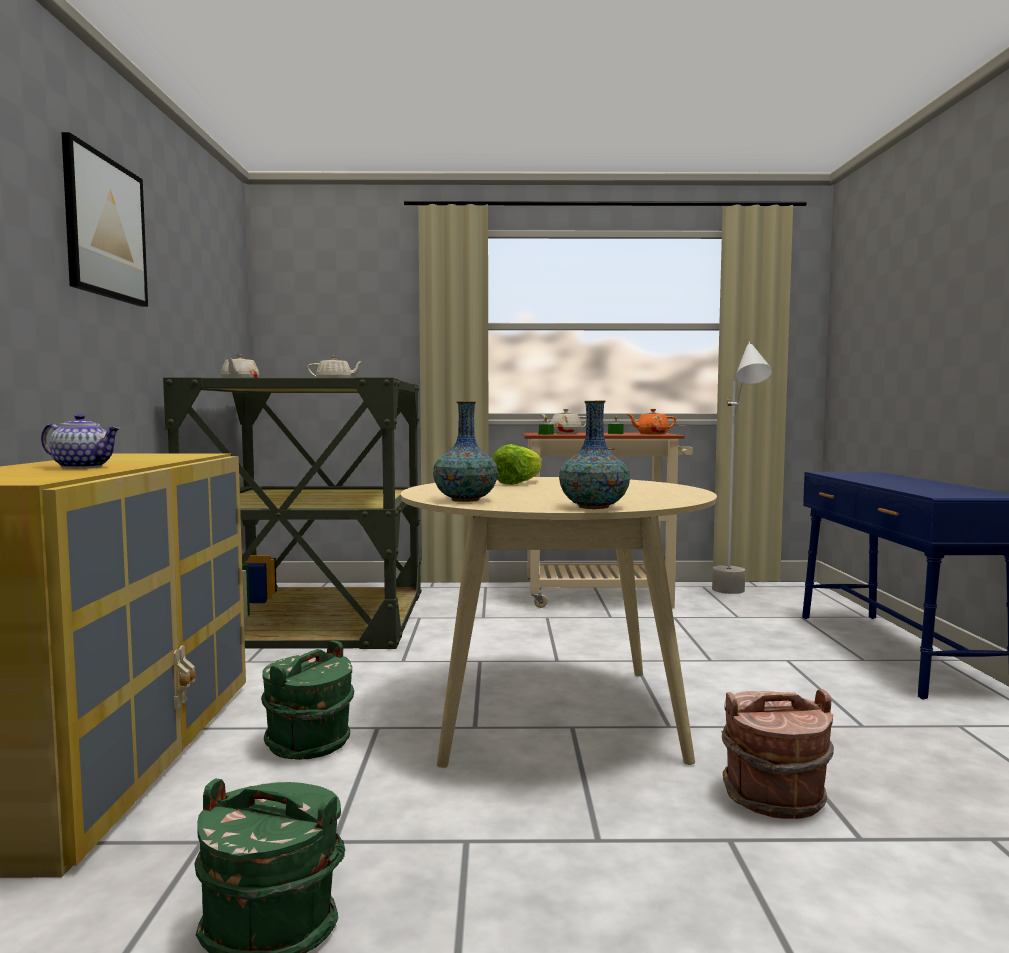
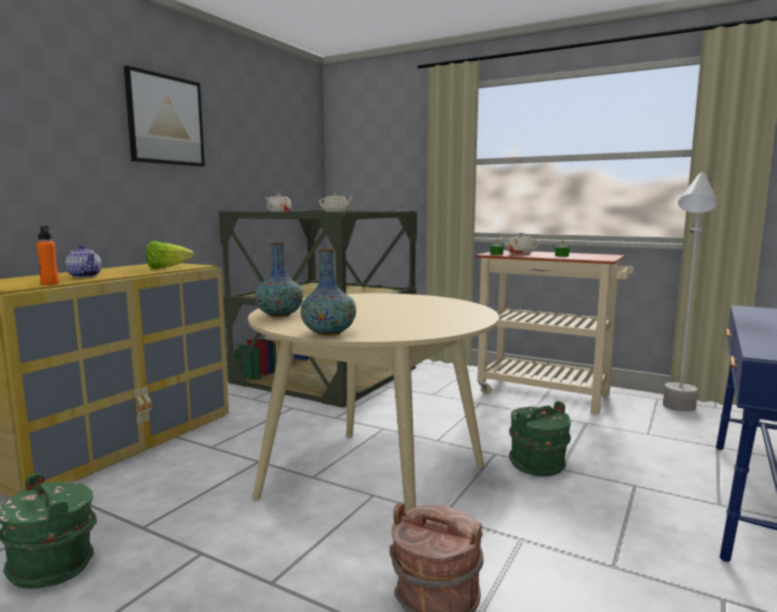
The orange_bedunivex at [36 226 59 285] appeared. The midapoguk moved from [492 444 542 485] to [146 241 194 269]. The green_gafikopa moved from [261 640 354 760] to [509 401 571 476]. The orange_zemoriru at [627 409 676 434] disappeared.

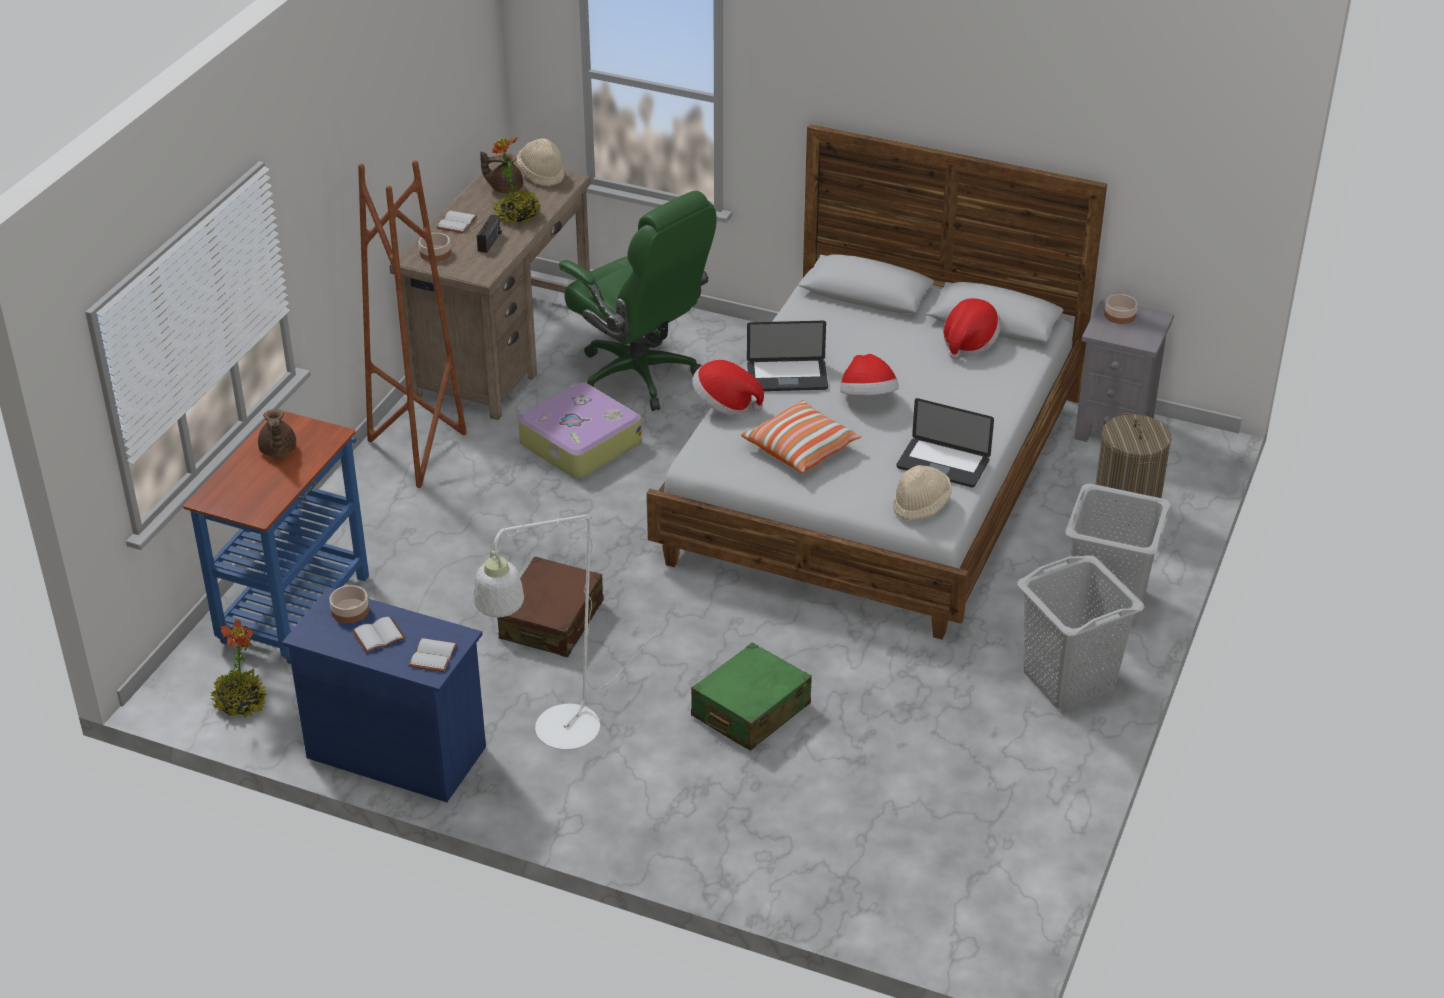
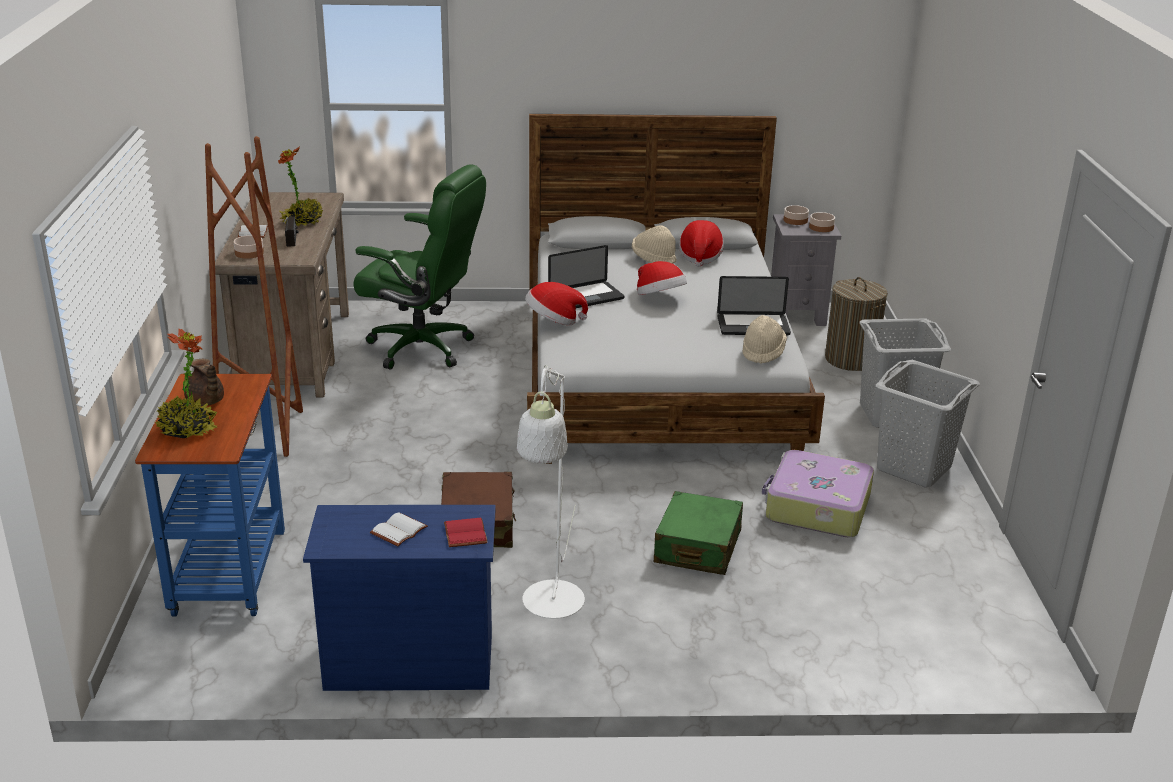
The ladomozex moved from [210 619 267 718] to [155 329 217 438]. The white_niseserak at [408 638 458 672] became the red_niseserak at [444 518 488 547]. The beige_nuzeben moved from [516 139 565 186] to [632 225 677 264]. The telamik moved from [518 382 642 479] to [762 450 874 537]. The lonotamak moved from [329 585 369 623] to [809 212 835 232]. The brown_zemoriru at [480 151 523 194] disappeared. The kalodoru at [741 400 862 473] disappeared.

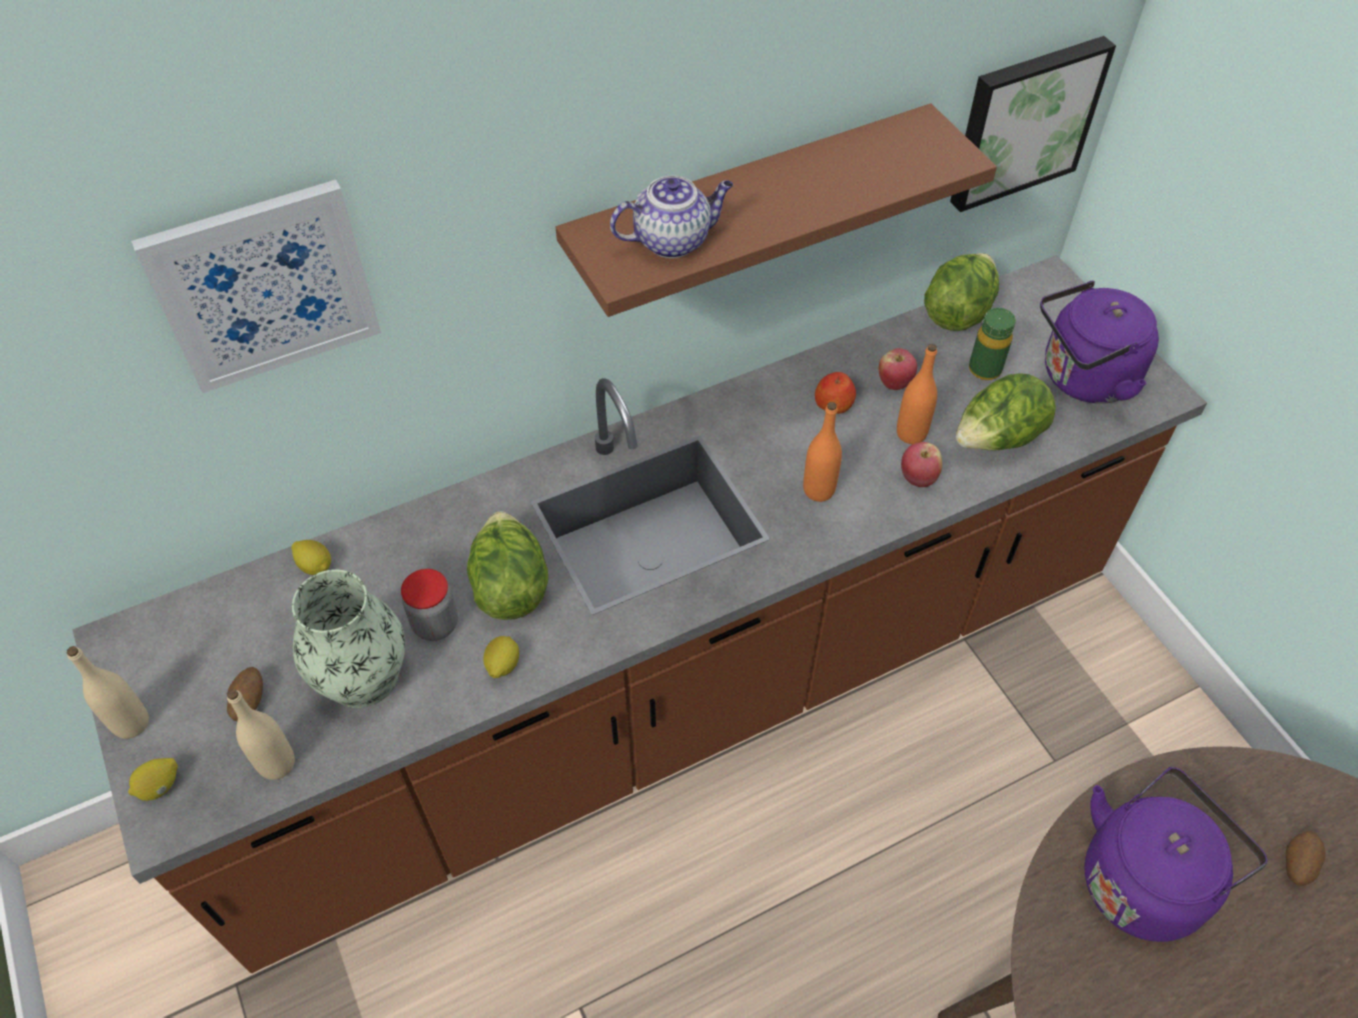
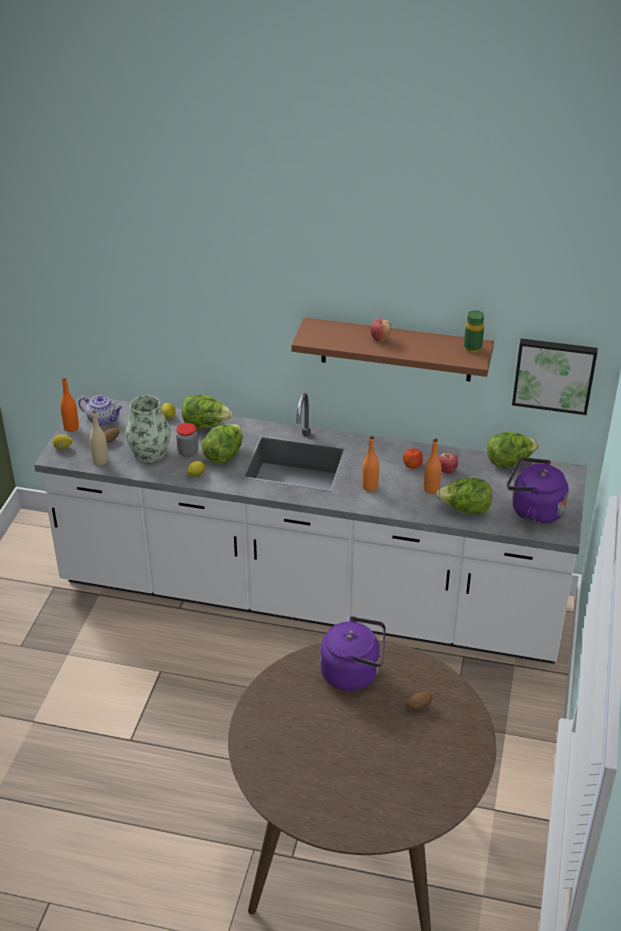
The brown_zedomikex at [72 255 1207 973] became the white_zedomikex at [34 393 587 664]. The beige_bedunivex at [67 646 149 739] became the orange_bedunivex at [60 378 79 432]. The zemoriru moved from [610 175 733 258] to [78 395 123 426]. The midapoguk at [182 395 233 429] appeared. The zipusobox moved from [901 442 942 487] to [370 318 391 342]. The green_bedunivex moved from [969 308 1016 380] to [464 310 484 352]. The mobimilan at [131 180 381 393] disappeared.

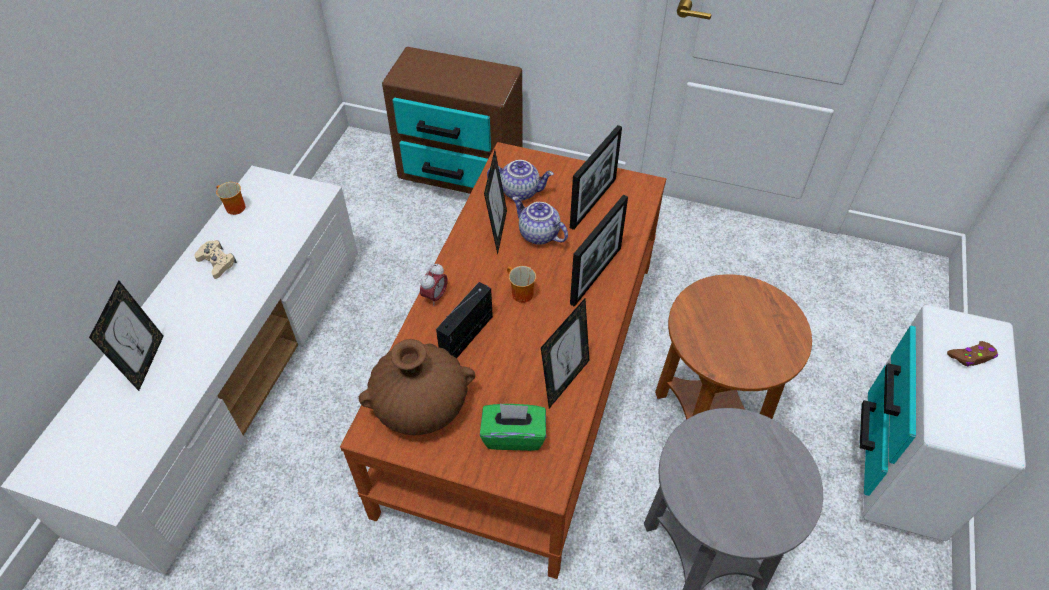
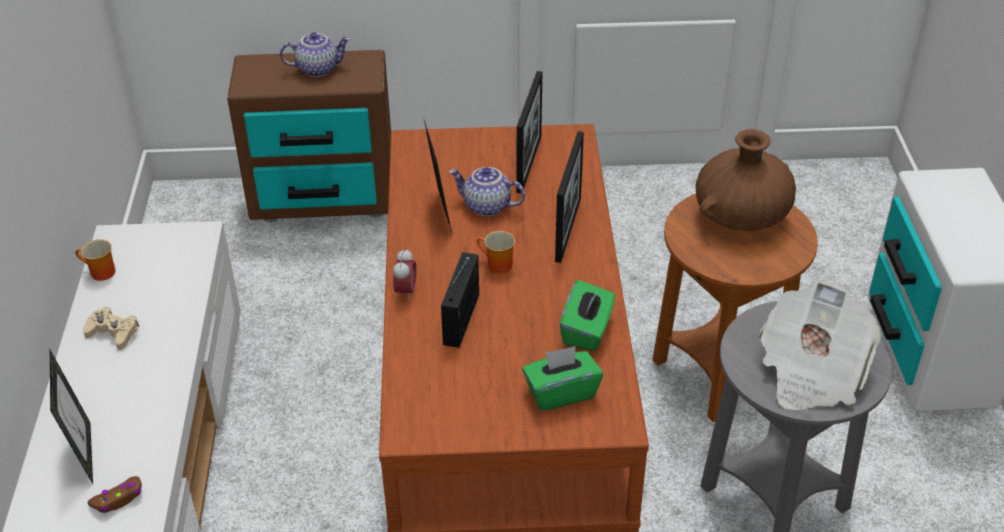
The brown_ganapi moved from [947 341 998 366] to [87 476 142 513]. The zemoriru moved from [487 160 554 201] to [280 32 350 77]. The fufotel at [541 298 589 408] was replaced by the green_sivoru at [560 280 615 351]. The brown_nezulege moved from [359 339 475 435] to [696 129 796 231]. The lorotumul at [759 281 881 410] appeared.

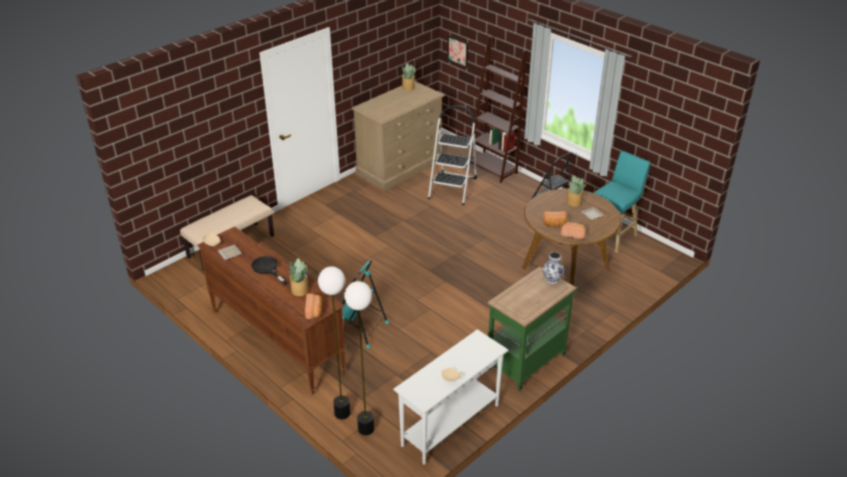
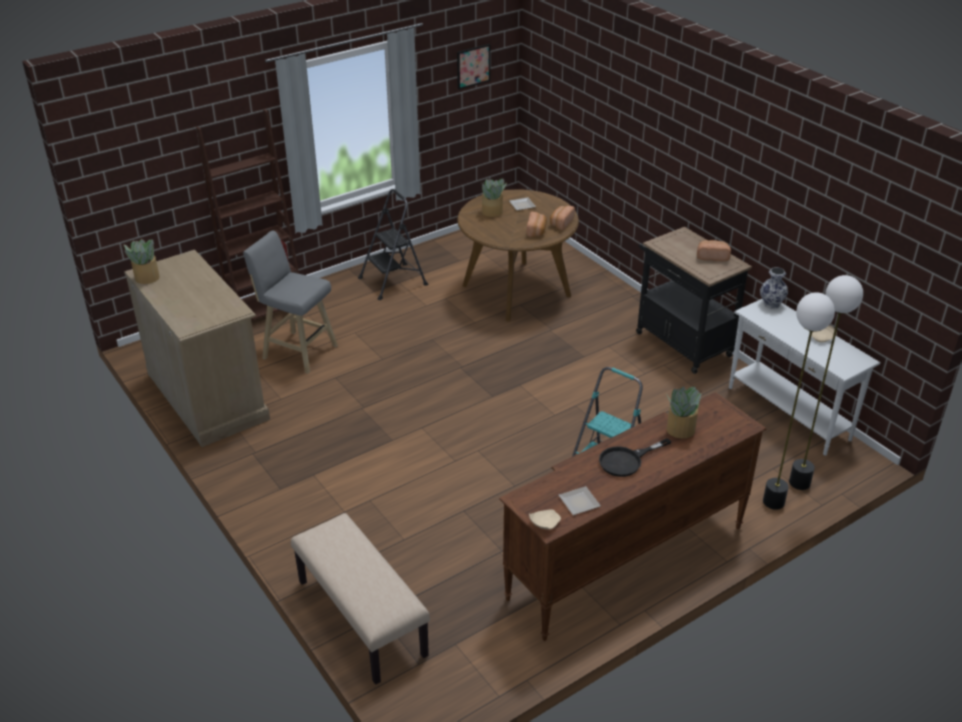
The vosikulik at [428 105 477 205] was replaced by the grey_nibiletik at [243 231 338 374]. The mobimilan moved from [448 35 468 68] to [457 44 490 90]. The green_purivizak at [488 266 578 391] became the black_purivizak at [636 227 752 374]. The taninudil moved from [305 293 323 319] to [697 240 731 261]. The nezulege moved from [542 252 564 284] to [760 267 788 309]. The turquoise_nibiletik at [594 151 651 253] disappeared.

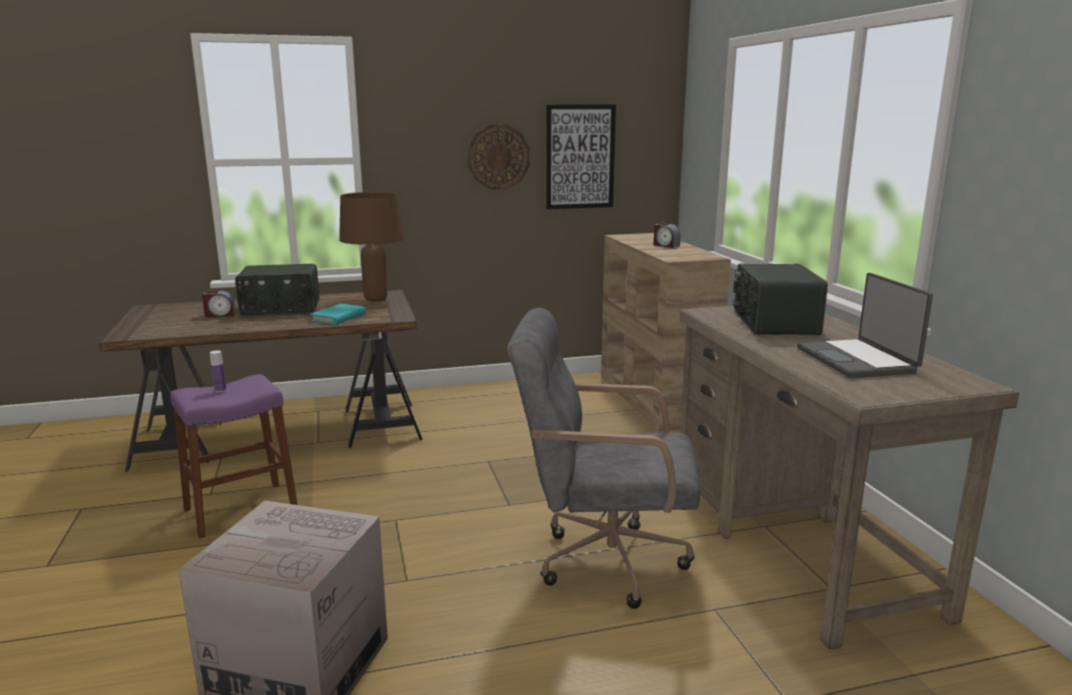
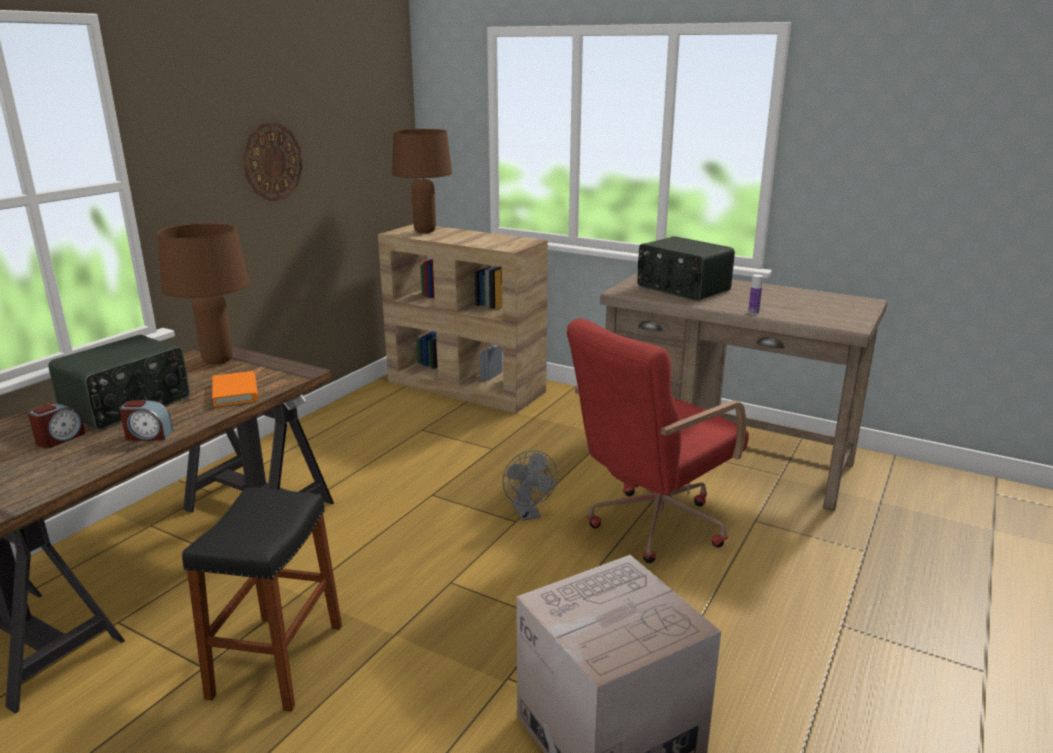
The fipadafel moved from [654 222 681 248] to [119 400 173 441]. The purple_nibiletik at [170 374 298 538] became the black_nibiletik at [182 487 342 712]. The turquoise_niseserak at [310 304 366 325] became the orange_niseserak at [212 371 258 407]. The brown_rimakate at [392 129 452 233] appeared. The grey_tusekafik at [502 450 558 521] appeared. The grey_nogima at [507 308 700 609] became the red_nogima at [567 318 749 563]. The bedunivex moved from [210 350 226 392] to [748 274 763 314]. The mobimilan at [546 104 616 209] disappeared. The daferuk at [797 273 933 378] disappeared.

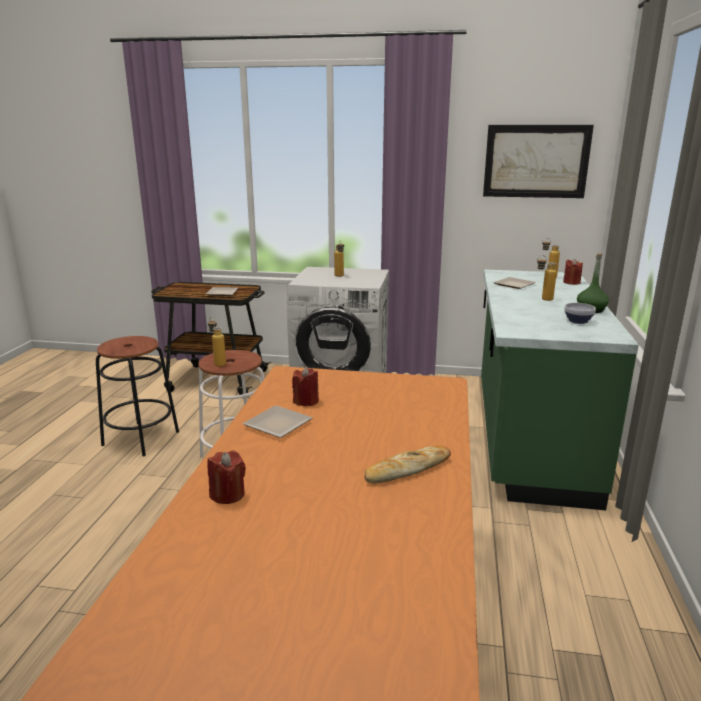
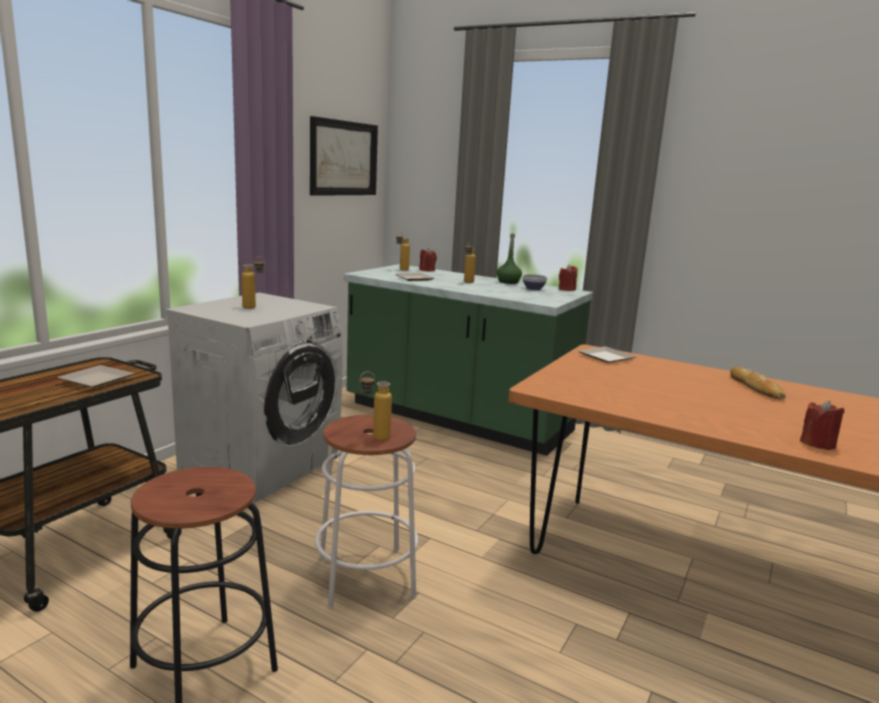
The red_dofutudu moved from [292 367 319 406] to [559 265 577 291]. The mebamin moved from [242 405 313 438] to [578 346 636 363].

